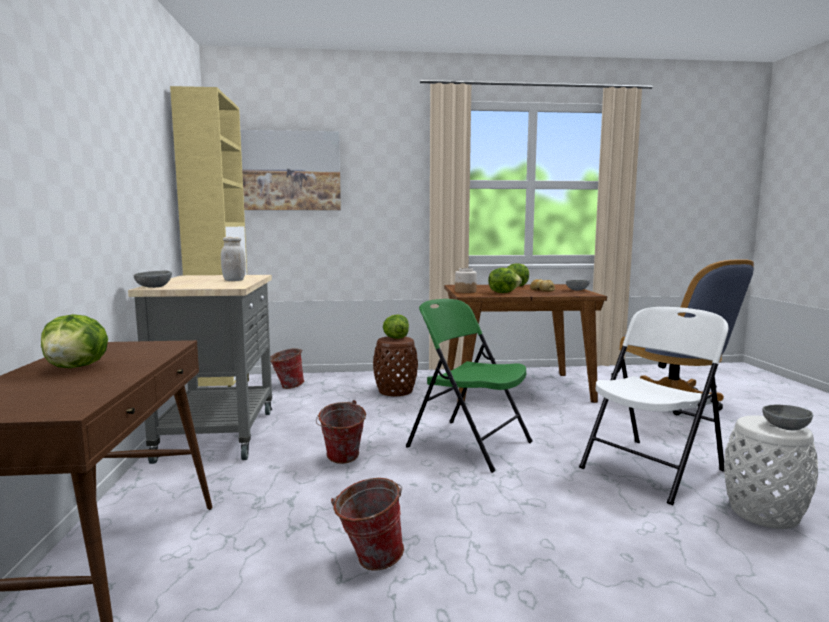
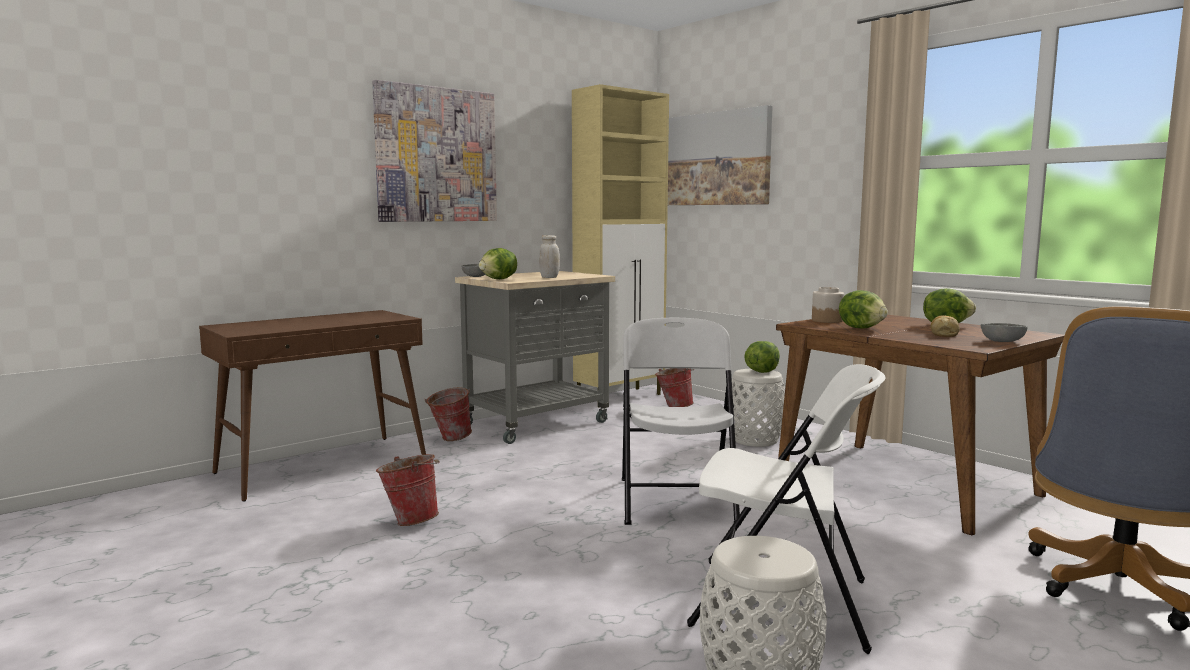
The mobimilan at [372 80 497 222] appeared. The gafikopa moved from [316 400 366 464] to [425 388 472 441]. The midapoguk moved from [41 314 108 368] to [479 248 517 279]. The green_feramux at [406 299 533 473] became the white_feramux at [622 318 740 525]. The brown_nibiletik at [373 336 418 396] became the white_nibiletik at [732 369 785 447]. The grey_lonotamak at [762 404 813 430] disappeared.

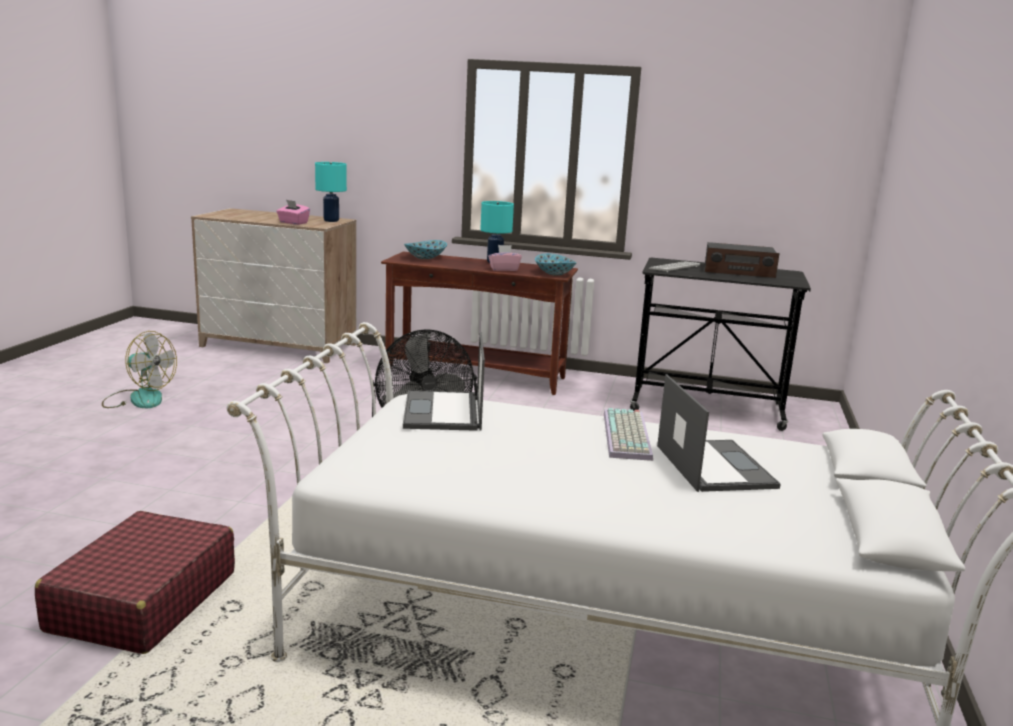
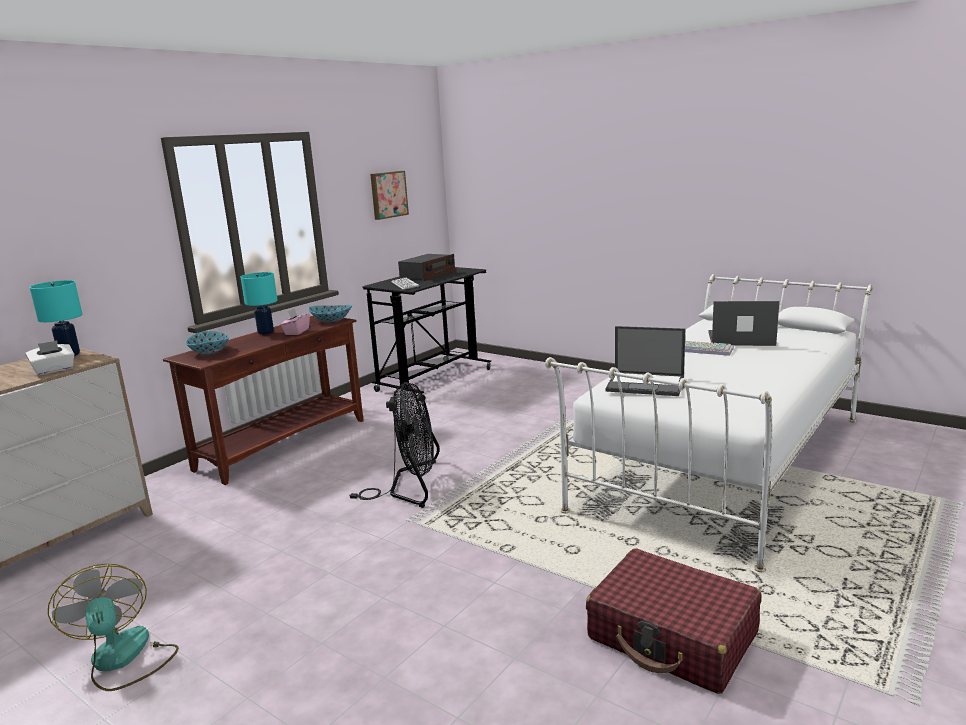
The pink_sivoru at [276 200 310 225] became the white_sivoru at [26 341 74 375]. The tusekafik at [102 331 177 408] turned 75 degrees counterclockwise. The mobimilan at [370 171 409 220] appeared.

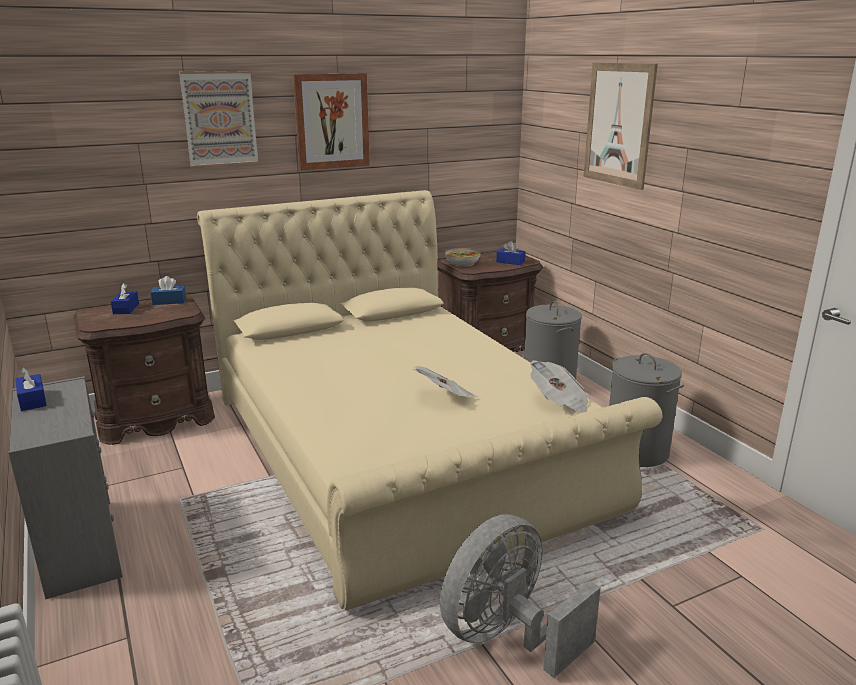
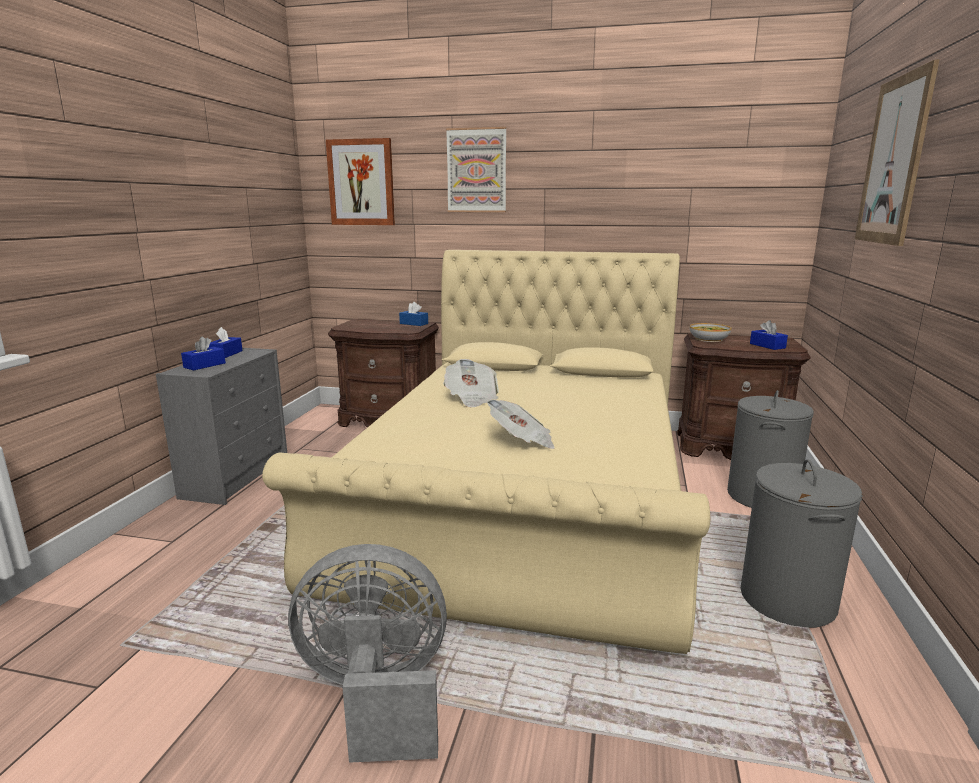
The blue_sivoru moved from [111 283 139 314] to [181 336 226 370]. The mobimilan moved from [293 73 370 171] to [326 138 395 225]. The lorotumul moved from [530 360 590 413] to [444 359 499 408].

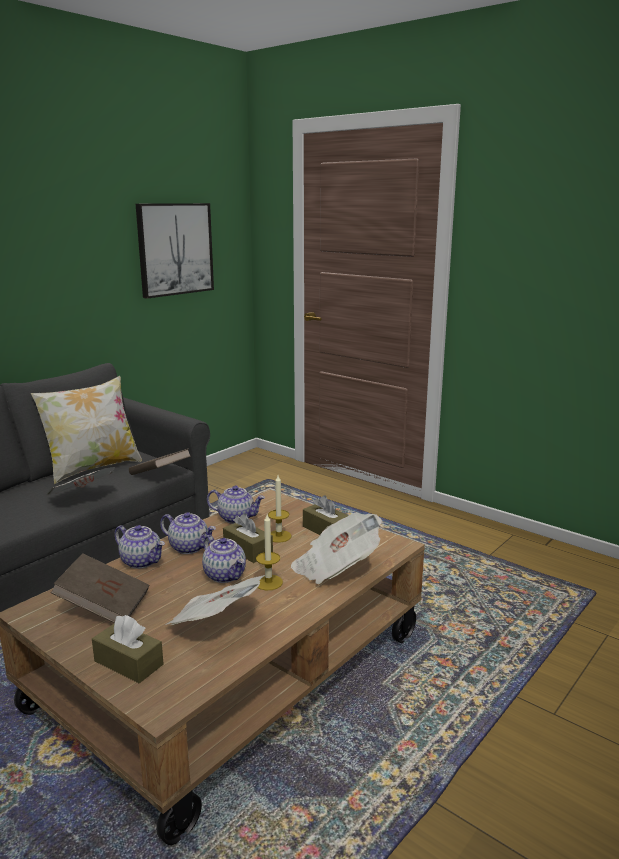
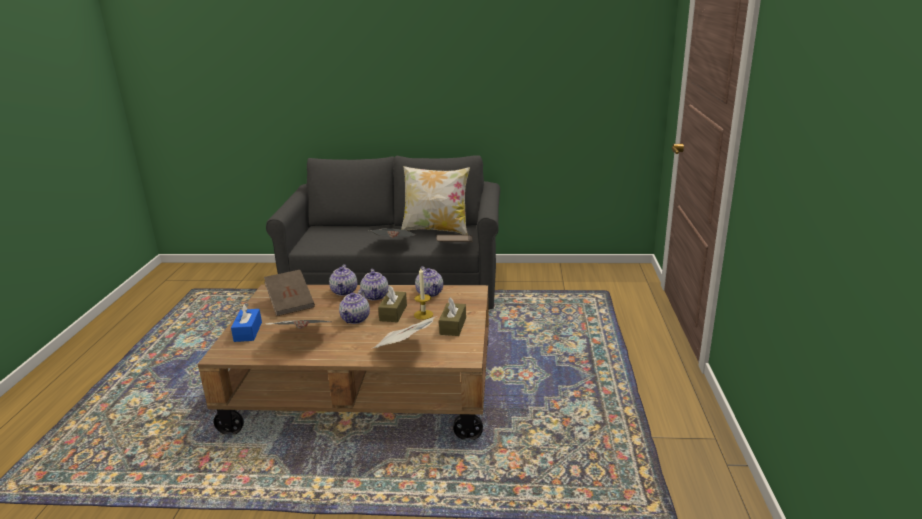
The brown_sivoru at [92 615 164 683] became the blue_sivoru at [231 303 262 342]. The mobimilan at [136 203 214 299] disappeared. The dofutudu at [256 514 283 590] disappeared.

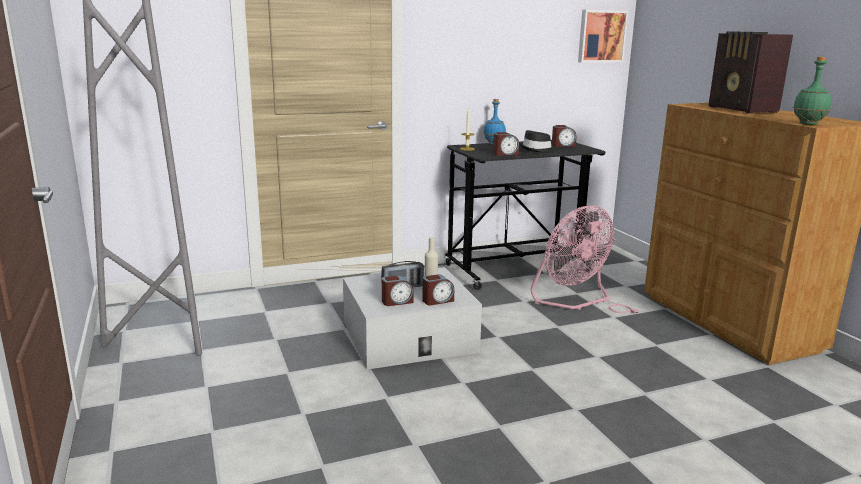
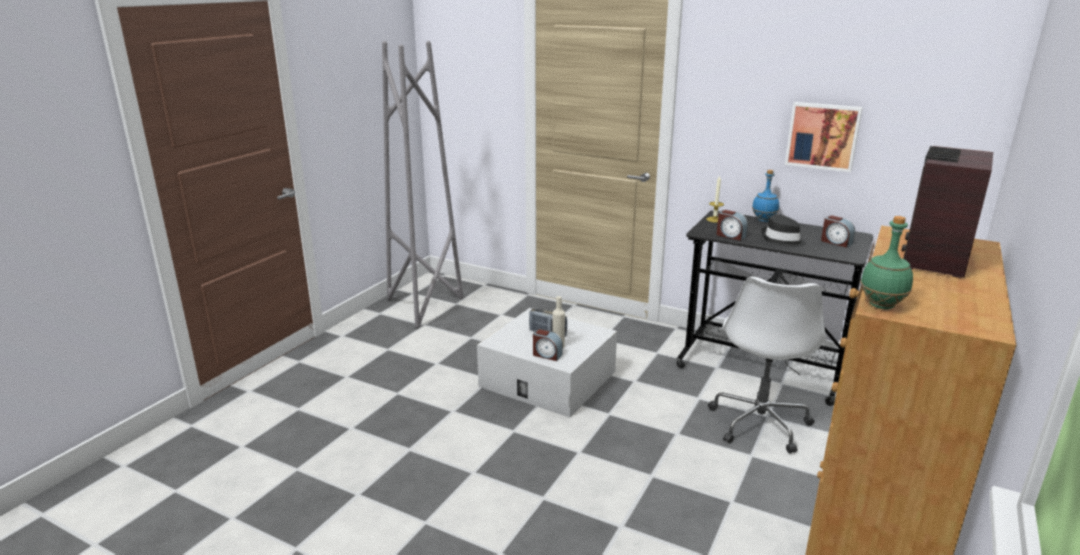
The pink_tusekafik at [531 206 638 314] was replaced by the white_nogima at [708 276 826 453]. The mobimilan moved from [578 10 628 63] to [785 102 863 172]. The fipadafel at [382 275 414 306] disappeared.

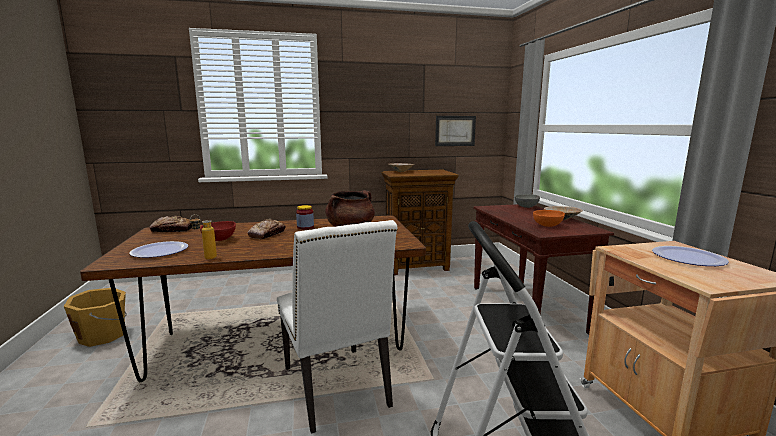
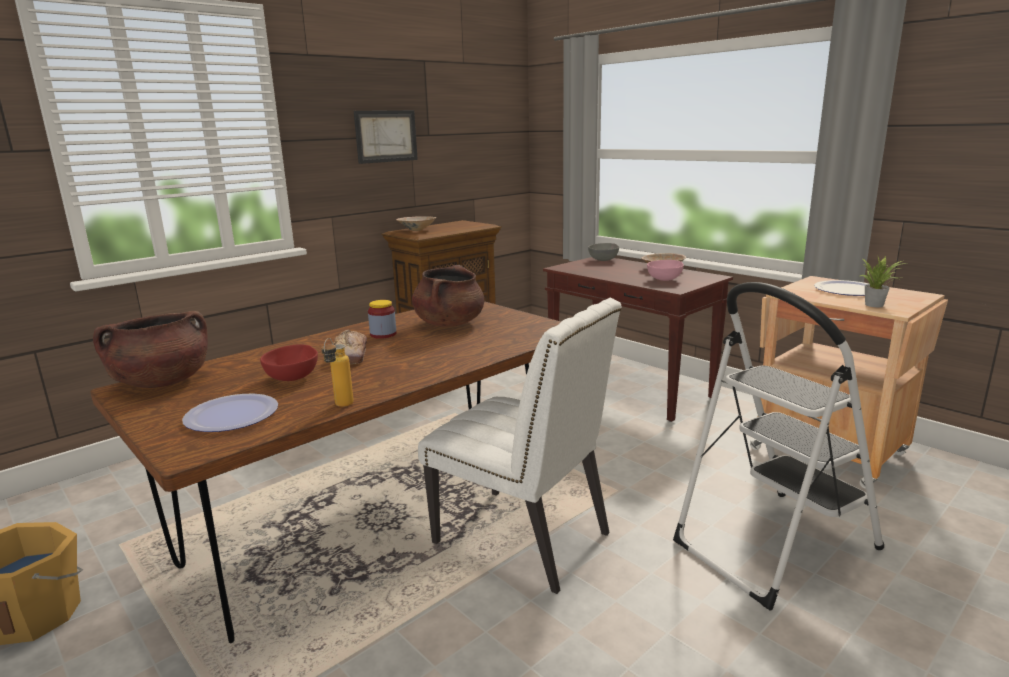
The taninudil at [149 216 192 232] was replaced by the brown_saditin at [93 311 208 388]. The mobimilan moved from [435 116 476 146] to [354 110 418 164]. The orange_lonotamak at [533 210 565 227] became the pink_lonotamak at [647 260 684 281]. The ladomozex at [860 256 902 307] appeared.

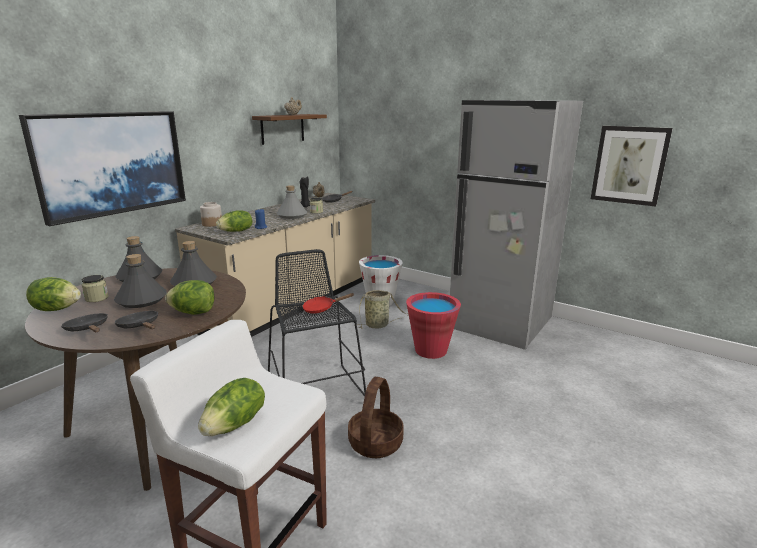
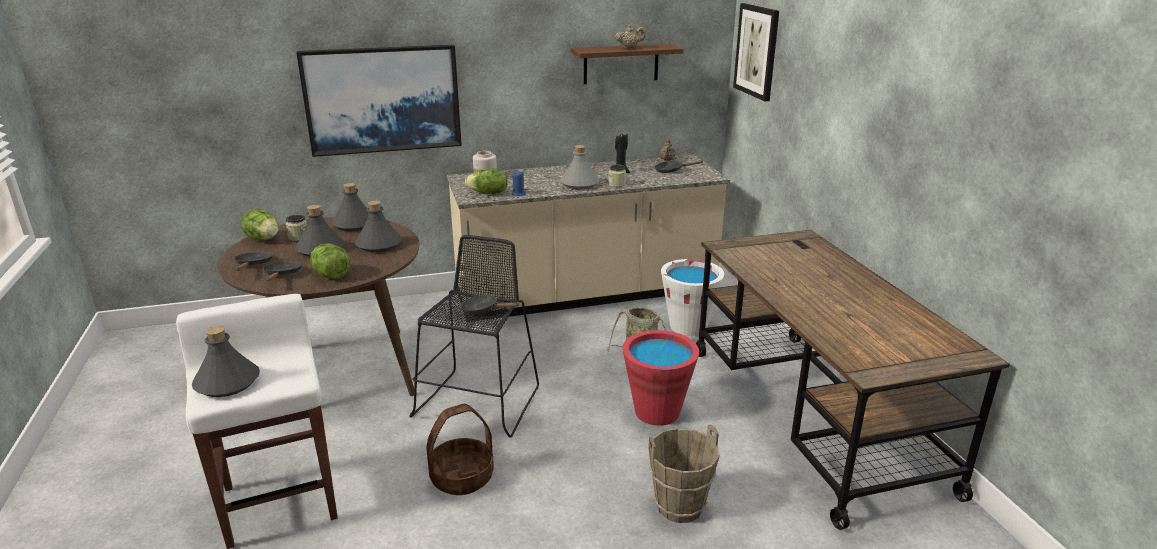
The midapoguk at [198 378 265 436] was replaced by the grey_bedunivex at [192 326 260 397]. The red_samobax at [302 293 354 313] became the black_samobax at [461 295 519 314]. The brown_gafikopa at [648 425 720 523] appeared. The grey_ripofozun at [450 100 583 350] was replaced by the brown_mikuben at [696 230 1010 530]. The mobimilan moved from [591 126 673 206] to [733 3 779 101].

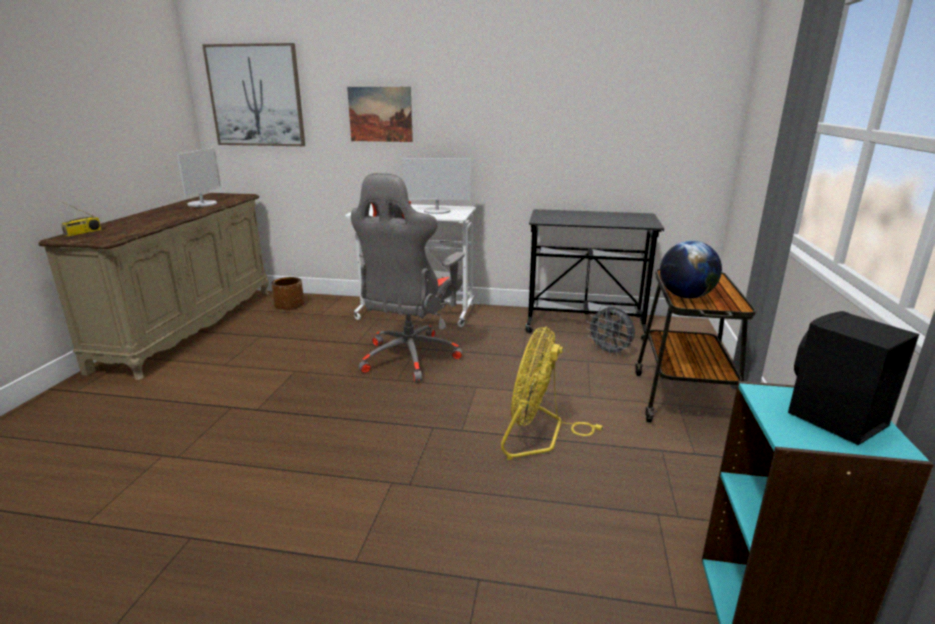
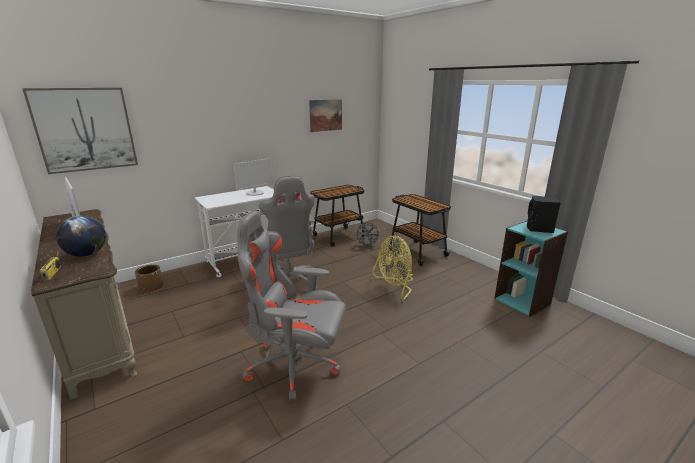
The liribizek moved from [660 241 722 298] to [56 216 106 257]. The grey_nogima at [237 210 346 401] appeared. The mobimilan moved from [347 87 413 142] to [309 99 342 132]. The black_mikuben at [525 209 664 341] was replaced by the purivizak at [310 185 364 247].

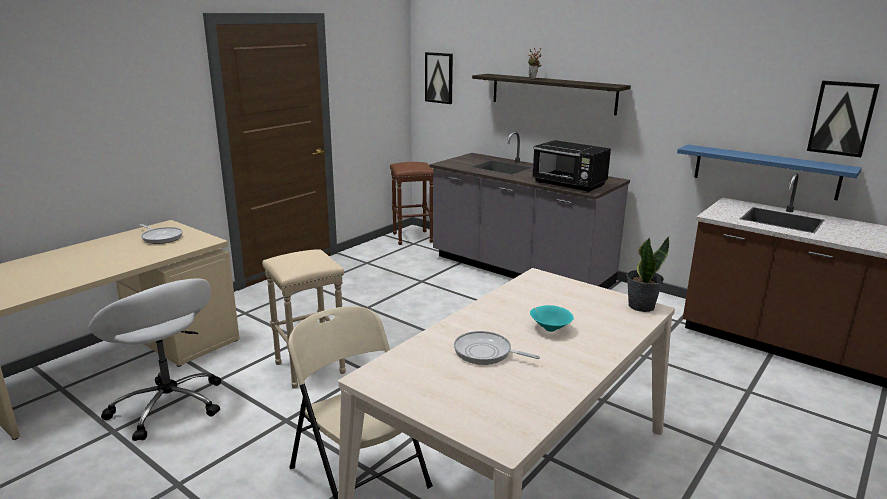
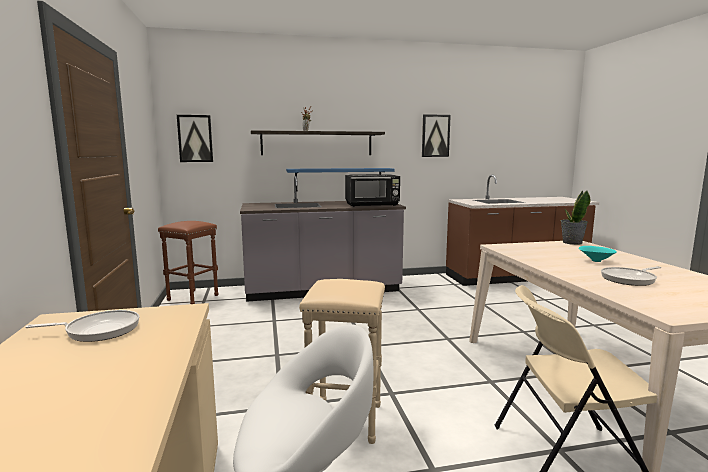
The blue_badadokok moved from [677 145 862 200] to [286 168 395 191]. The mobimilan moved from [807 81 880 158] to [422 114 451 157].

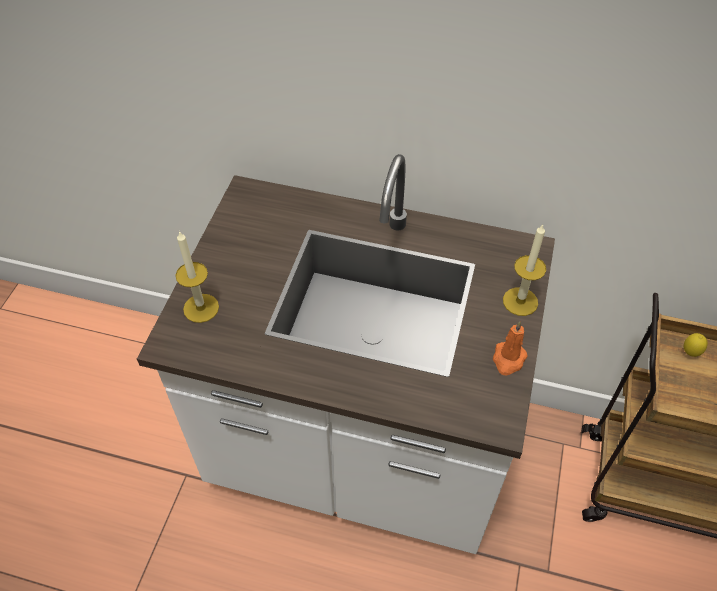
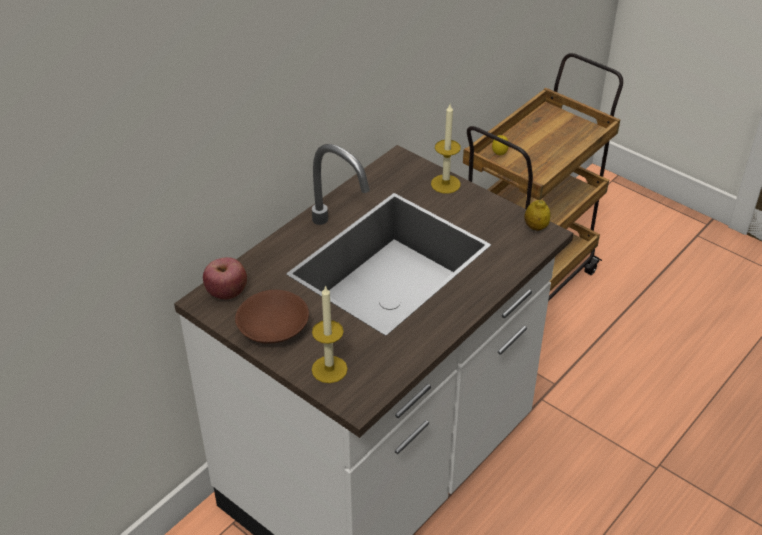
The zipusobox at [203 257 247 299] appeared. The brown_lonotamak at [235 290 309 344] appeared. The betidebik at [524 200 551 231] appeared. The orange_dofutudu at [493 321 527 376] disappeared.

